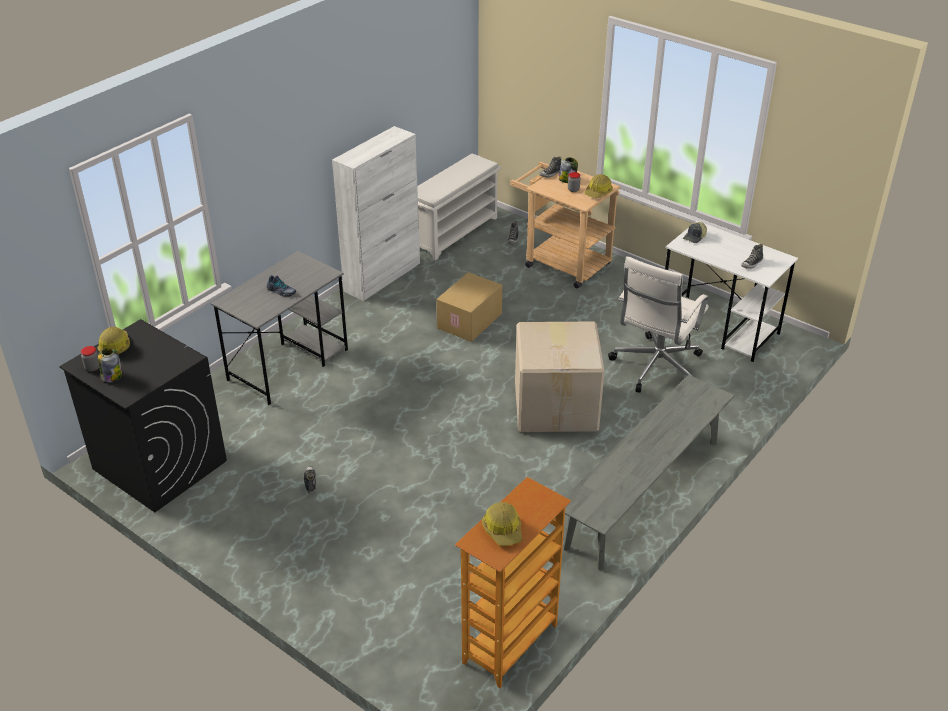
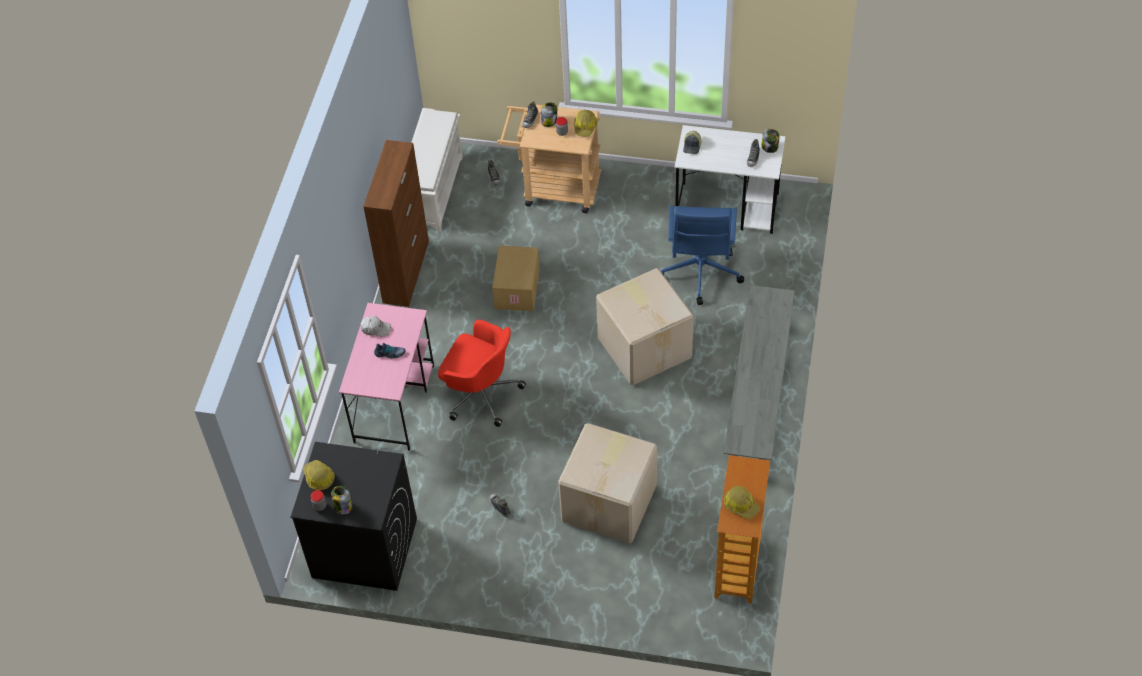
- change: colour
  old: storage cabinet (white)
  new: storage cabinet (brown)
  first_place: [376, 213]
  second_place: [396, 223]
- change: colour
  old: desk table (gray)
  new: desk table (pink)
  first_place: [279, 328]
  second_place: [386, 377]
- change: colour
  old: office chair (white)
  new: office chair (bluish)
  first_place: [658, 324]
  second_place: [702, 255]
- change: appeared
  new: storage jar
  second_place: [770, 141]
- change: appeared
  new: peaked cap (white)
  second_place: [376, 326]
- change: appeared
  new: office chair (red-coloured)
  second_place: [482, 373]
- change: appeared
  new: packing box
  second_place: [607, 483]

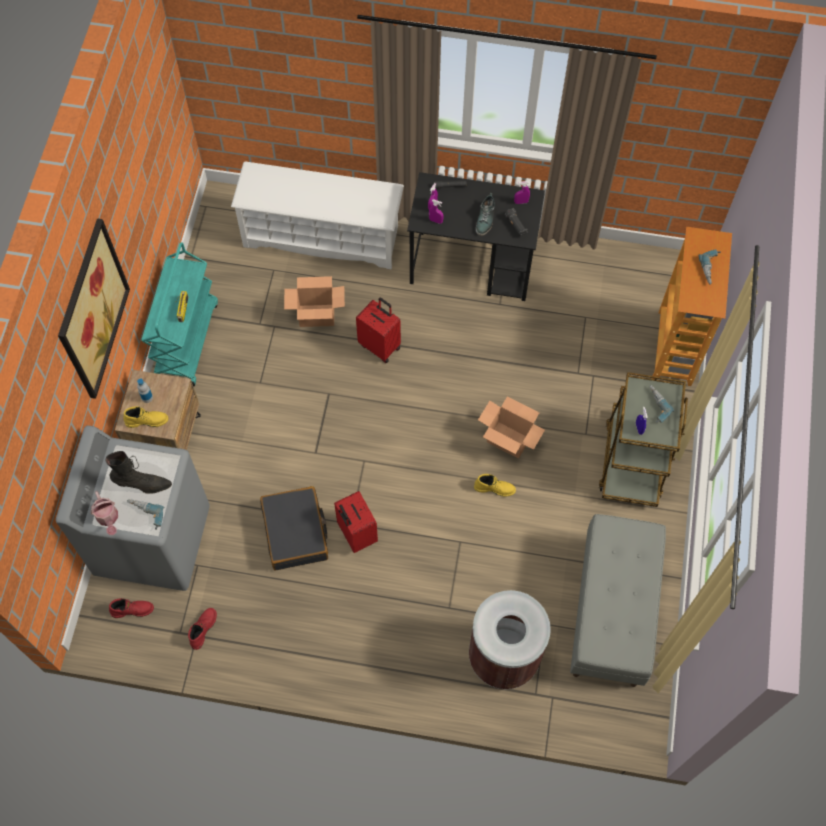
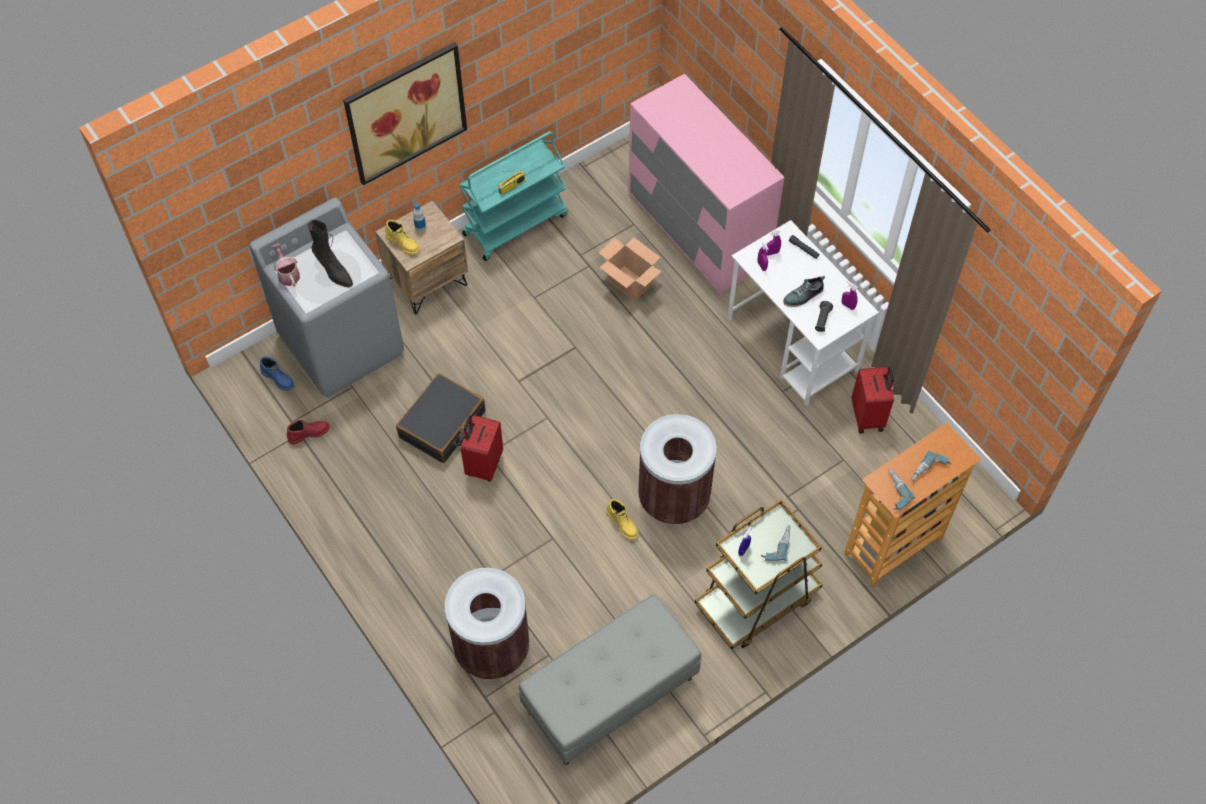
- change: exchanged
  old: shoe stand (white)
  new: chest of drawers (pink)
  first_place: [317, 215]
  second_place: [706, 184]
- change: colour
  old: desk table (black-coloured)
  new: desk table (white)
  first_place: [476, 236]
  second_place: [803, 313]
- change: relocated
  old: suitcase (red-coloured)
  first_place: [378, 330]
  second_place: [873, 400]
- change: exchanged
  old: packing box
  new: trash can (brown)
  first_place: [511, 427]
  second_place: [677, 469]
- change: spun
  old: watering pot
  first_place: [104, 513]
  second_place: [286, 264]
  degrees: 135
- change: relocated
  old: electric drill
  first_place: [146, 514]
  second_place: [901, 489]
- change: colour
  old: tall boot (red-coloured)
  new: tall boot (bluish)
  first_place: [131, 608]
  second_place: [277, 374]

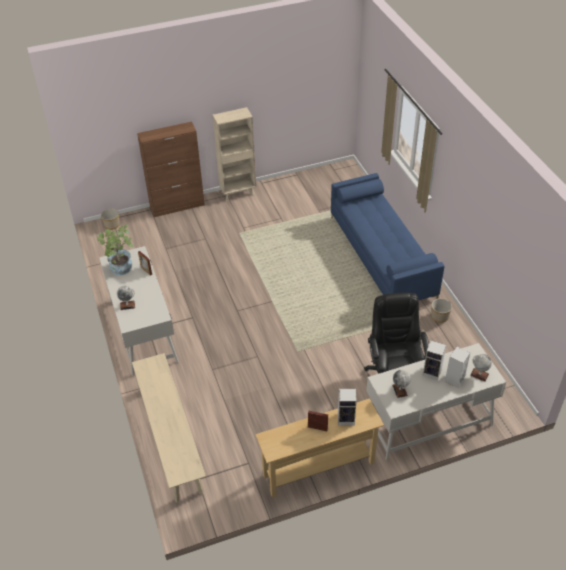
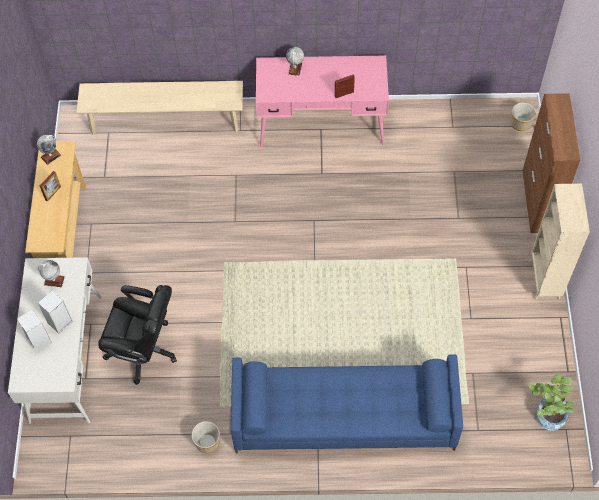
- change: relocated
  old: plant in a pot
  first_place: [115, 249]
  second_place: [551, 402]
- change: colour
  old: desk table (white)
  new: desk table (pink)
  first_place: [139, 311]
  second_place: [322, 101]
- change: relocated
  old: desk globe
  first_place: [481, 368]
  second_place: [49, 150]
- change: missing
  old: audio speaker
  first_place: [347, 407]

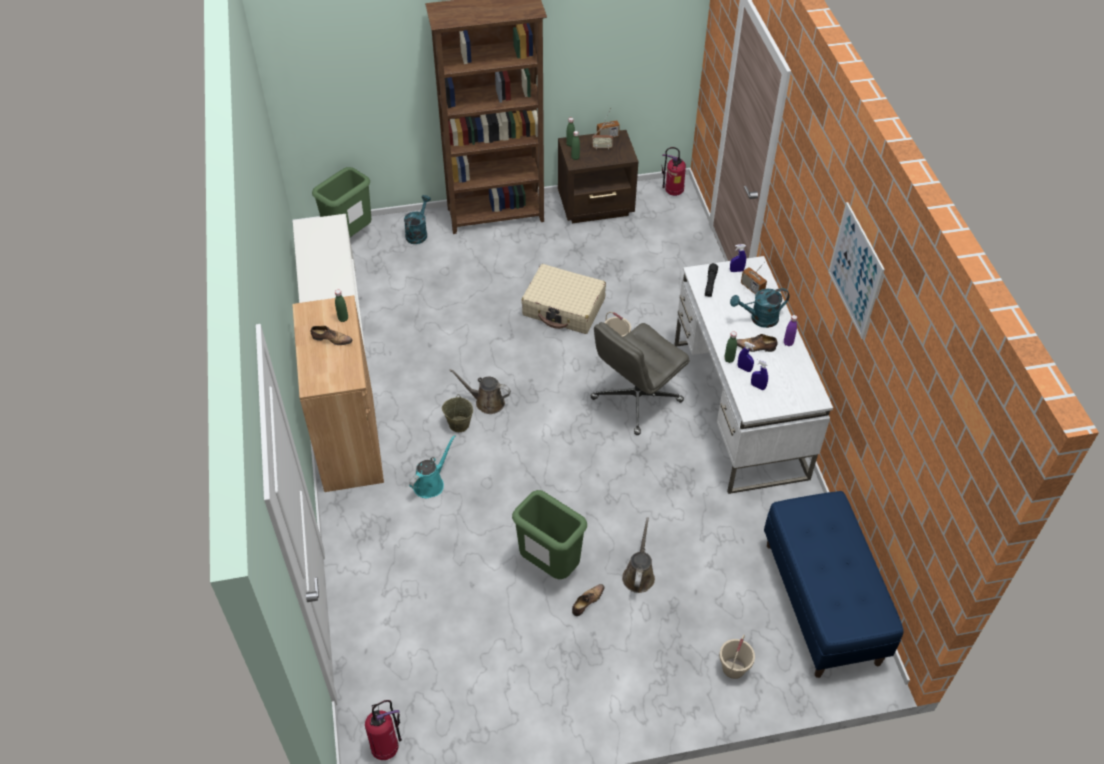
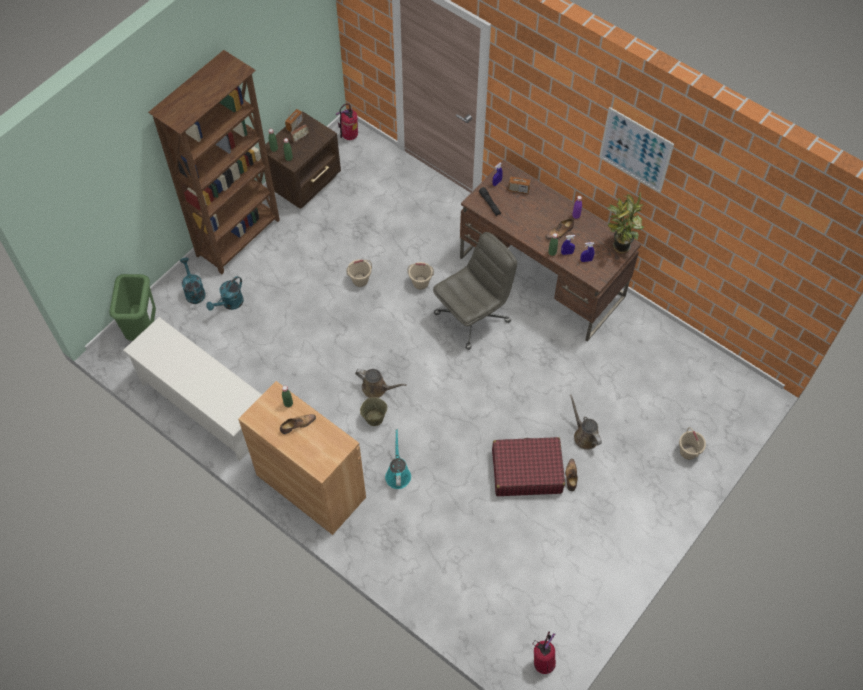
- change: colour
  old: desk table (white)
  new: desk table (brown)
  first_place: [754, 375]
  second_place: [550, 250]
- change: exchanged
  old: suitcase (sand-coloured)
  new: pail (sand-coloured)
  first_place: [563, 299]
  second_place: [359, 273]
- change: relocated
  old: watering pot (turquoise-coloured)
  first_place: [759, 308]
  second_place: [225, 293]
- change: spun
  old: office chair (gray)
  first_place: [640, 378]
  second_place: [475, 291]
  degrees: -135
- change: spun
  old: watering pot (brown)
  first_place: [480, 391]
  second_place: [381, 383]
  degrees: -135
- change: exchanged
  old: trash can (green-coloured)
  new: suitcase (red-coloured)
  first_place: [549, 534]
  second_place: [528, 466]
- change: missing
  old: indoor bench (bluish)
  first_place: [834, 584]
- change: appeared
  new: plant in a pot
  second_place: [625, 223]

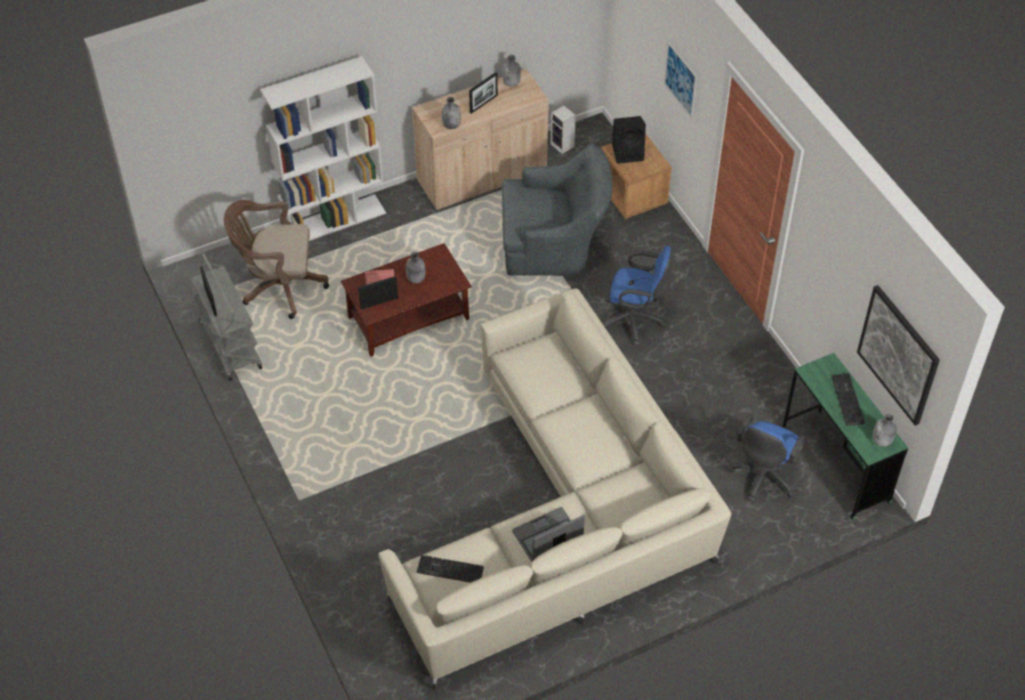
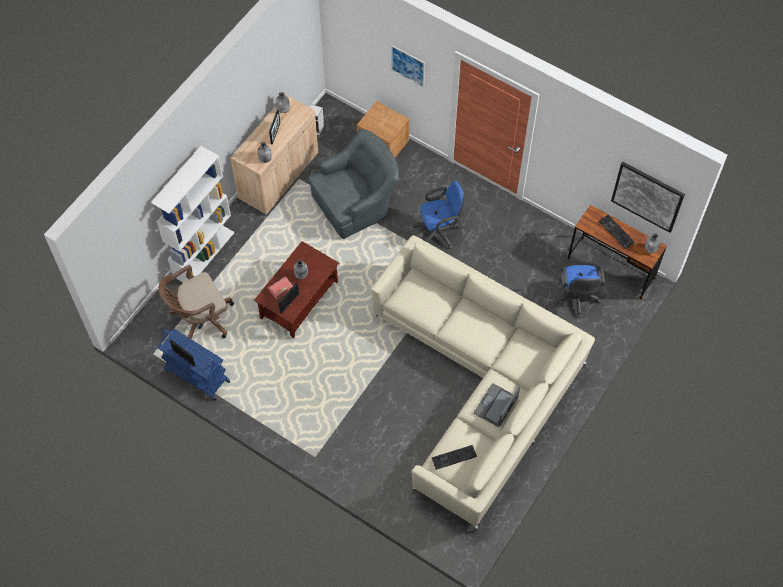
- change: missing
  old: audio speaker (black-coloured)
  first_place: [629, 140]
- change: colour
  old: trolley (gray)
  new: trolley (bluish)
  first_place: [226, 317]
  second_place: [194, 365]
- change: colour
  old: desk table (green-coloured)
  new: desk table (brown)
  first_place: [845, 436]
  second_place: [617, 252]

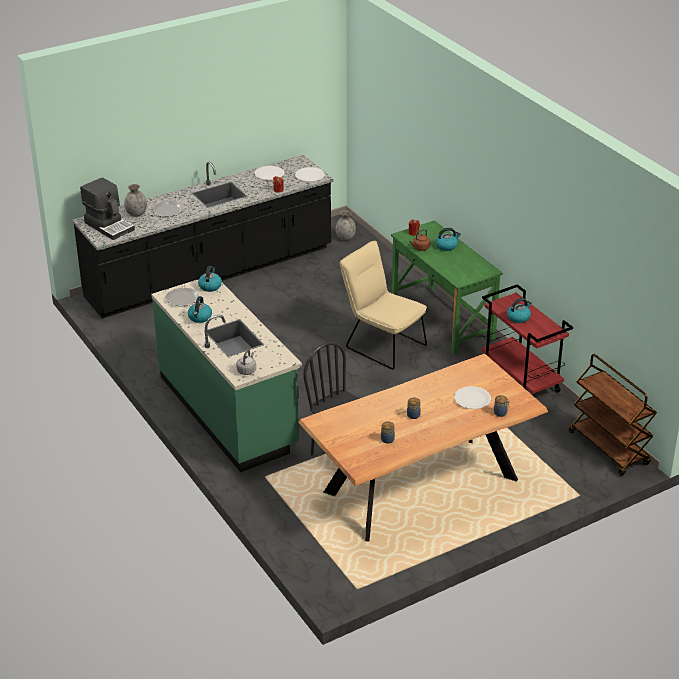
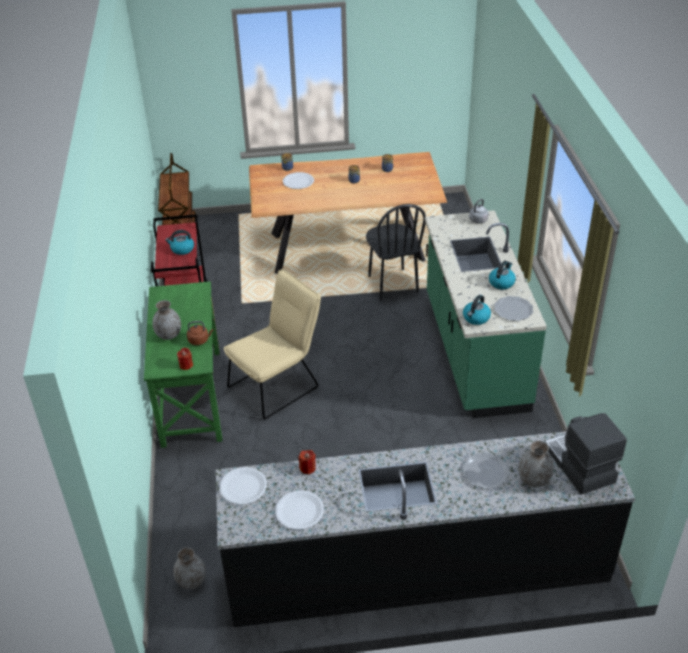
- change: exchanged
  old: water kettle
  new: flower vase (gray)
  first_place: [448, 239]
  second_place: [166, 320]
- change: spun
  old: upright chair (sand-coloured)
  first_place: [383, 305]
  second_place: [272, 344]
  degrees: -105

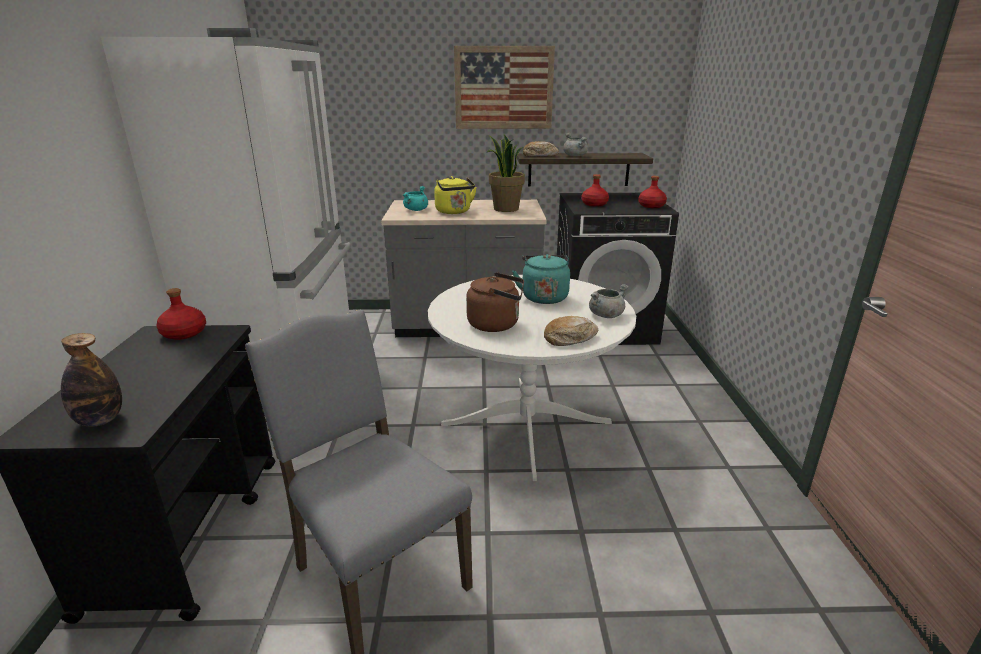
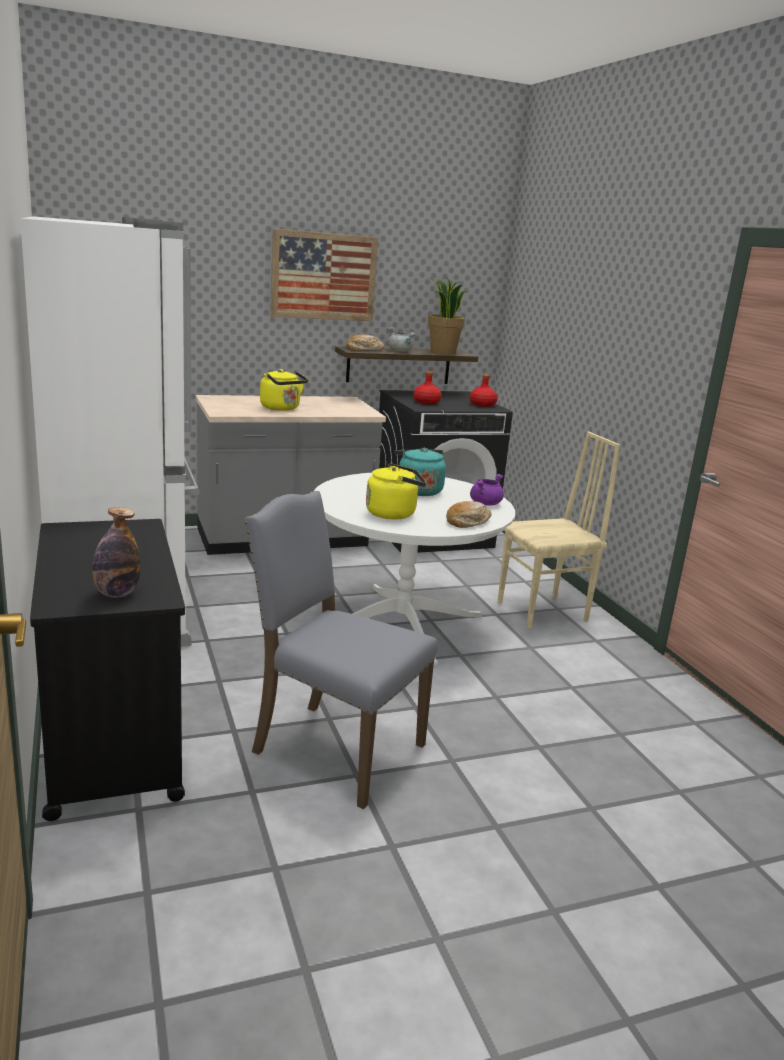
- change: relocated
  old: plant in a pot
  first_place: [505, 173]
  second_place: [447, 315]
- change: missing
  old: stockpot (turquoise-coloured)
  first_place: [415, 198]
- change: colour
  old: water kettle (brown)
  new: water kettle (yellowish)
  first_place: [495, 302]
  second_place: [396, 491]
- change: colour
  old: stockpot (gray)
  new: stockpot (purplish)
  first_place: [609, 301]
  second_place: [487, 490]
- change: missing
  old: beverage bottle (red-coloured)
  first_place: [181, 314]
- change: appeared
  new: upright chair (sand-coloured)
  second_place: [559, 530]

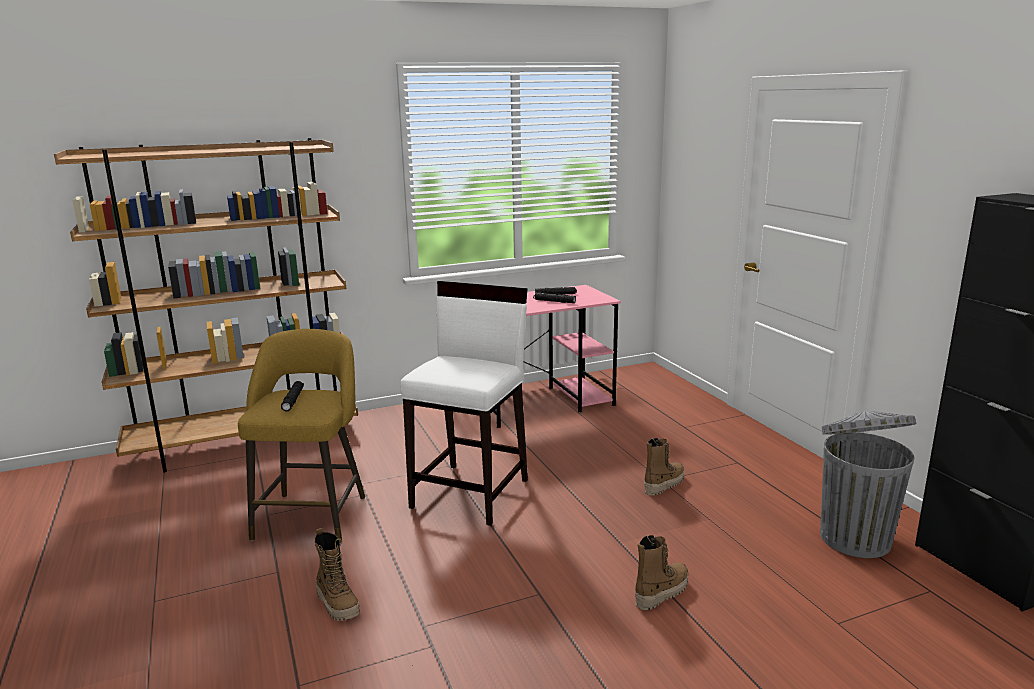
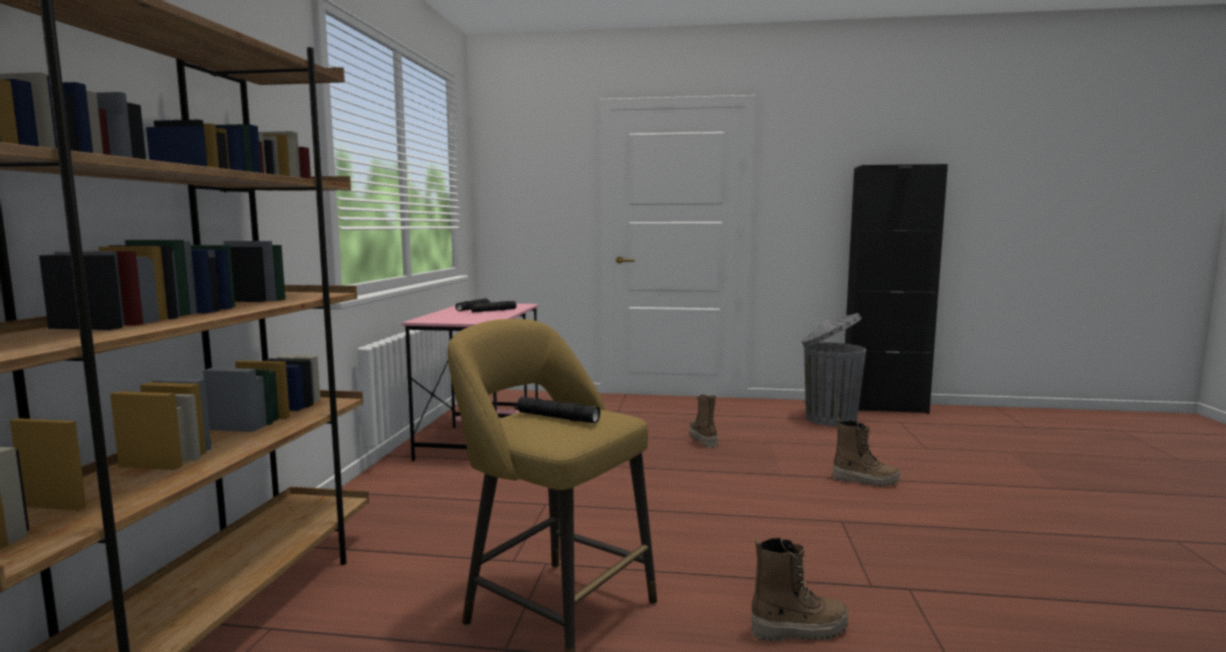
- change: missing
  old: sitting stool (white)
  first_place: [464, 403]
- change: spun
  old: tall boot
  first_place: [661, 572]
  second_place: [866, 452]
  degrees: 120

